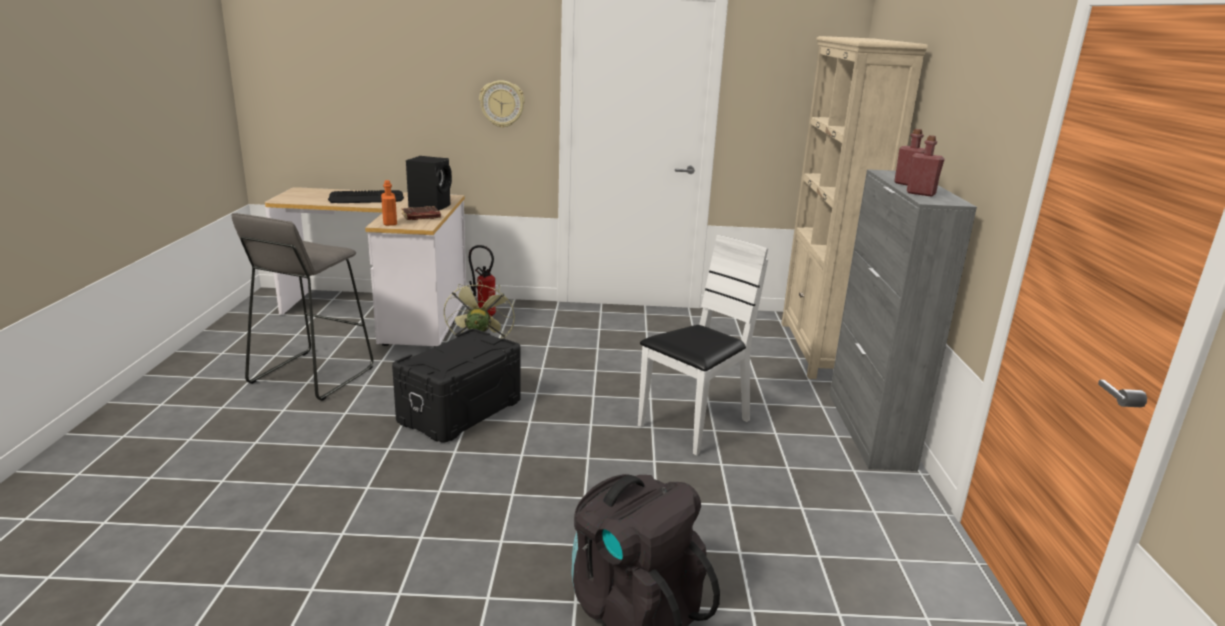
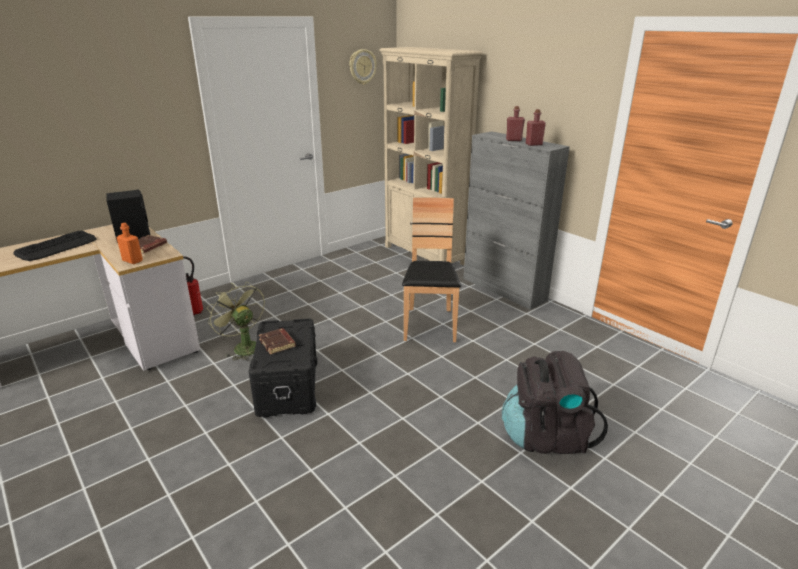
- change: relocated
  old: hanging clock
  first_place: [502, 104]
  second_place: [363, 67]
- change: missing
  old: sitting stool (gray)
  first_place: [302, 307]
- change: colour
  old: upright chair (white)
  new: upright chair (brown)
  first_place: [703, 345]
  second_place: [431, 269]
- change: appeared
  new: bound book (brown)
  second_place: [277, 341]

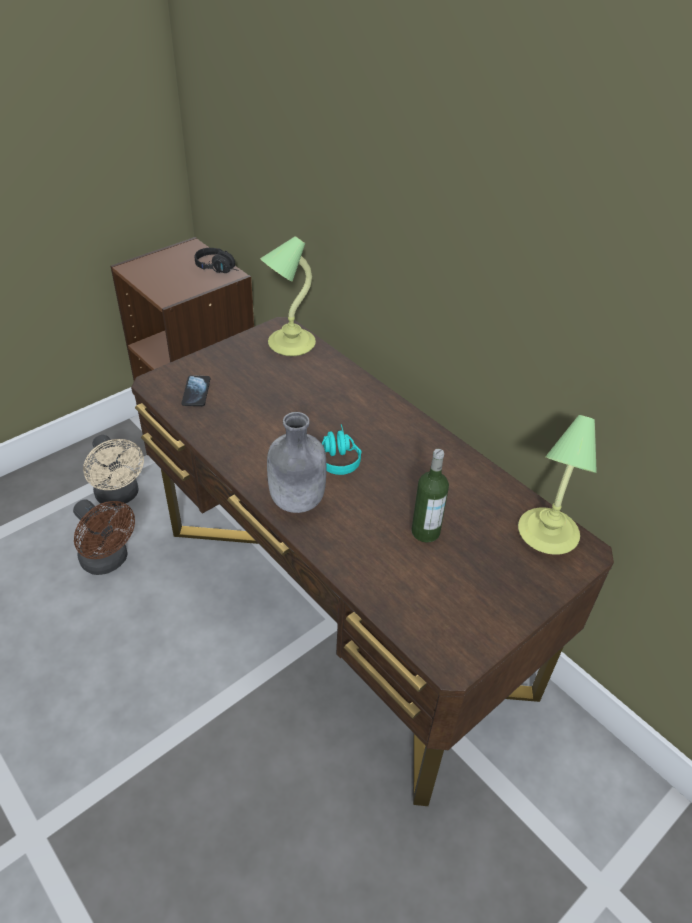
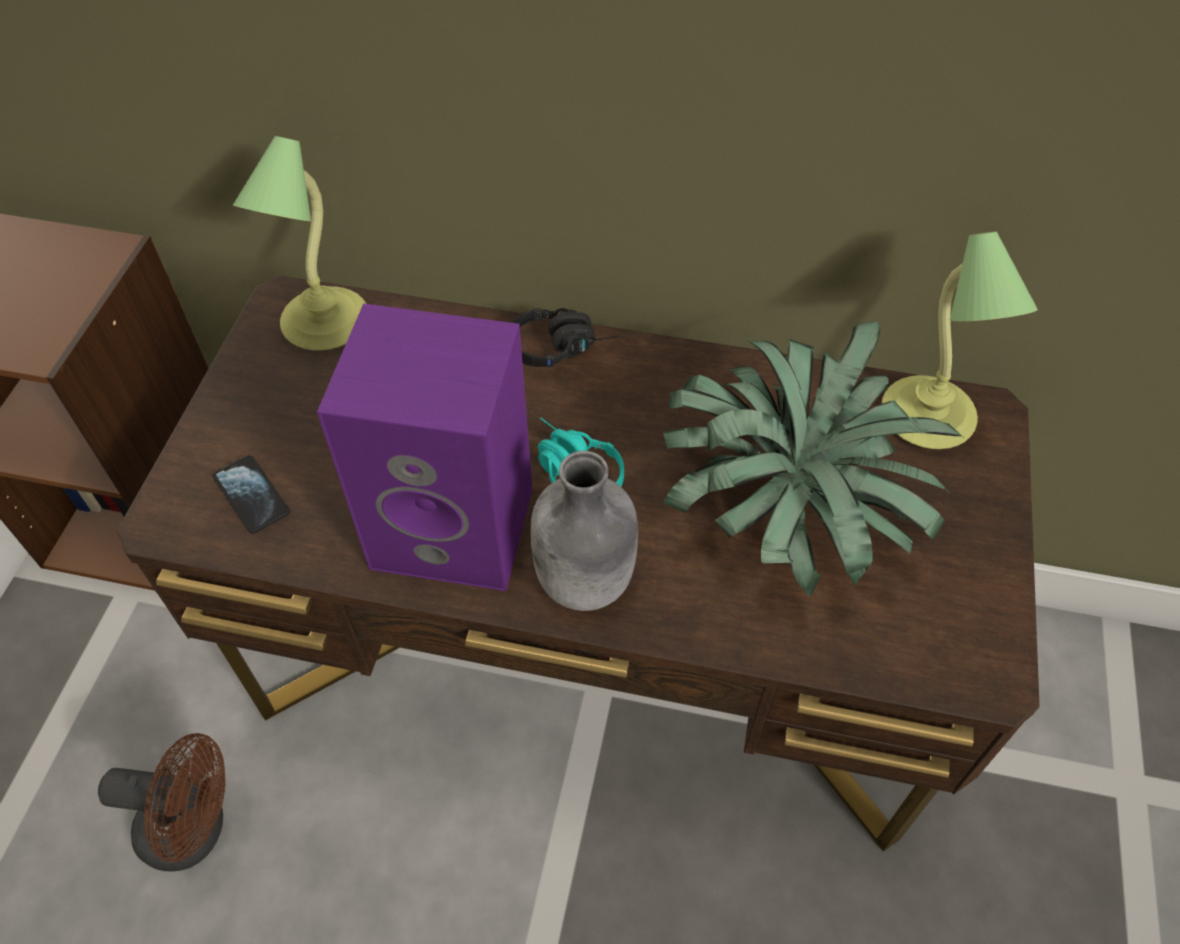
- change: relocated
  old: headphones (black-coloured)
  first_place: [217, 260]
  second_place: [564, 337]
- change: missing
  old: cooling fan (sand-coloured)
  first_place: [113, 470]
- change: exchanged
  old: beverage bottle
  new: plant in a pot
  first_place: [430, 495]
  second_place: [812, 459]
- change: appeared
  new: audio speaker (purplish)
  second_place: [425, 447]

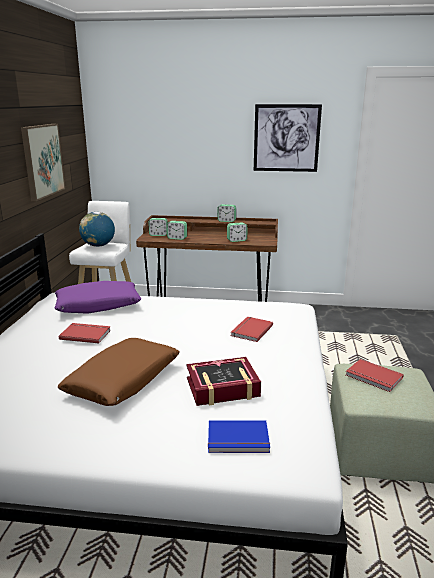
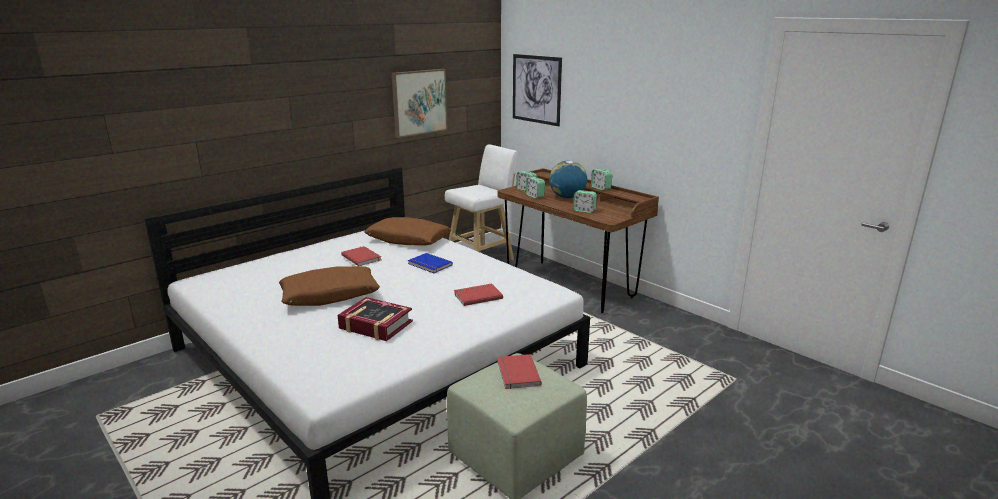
- change: relocated
  old: picture
  first_place: [288, 138]
  second_place: [537, 90]
- change: relocated
  old: desk globe
  first_place: [97, 229]
  second_place: [568, 179]
- change: colour
  old: throw pillow (purplish)
  new: throw pillow (brown)
  first_place: [98, 297]
  second_place: [408, 231]
- change: relocated
  old: bound book (bluish)
  first_place: [239, 437]
  second_place: [430, 263]

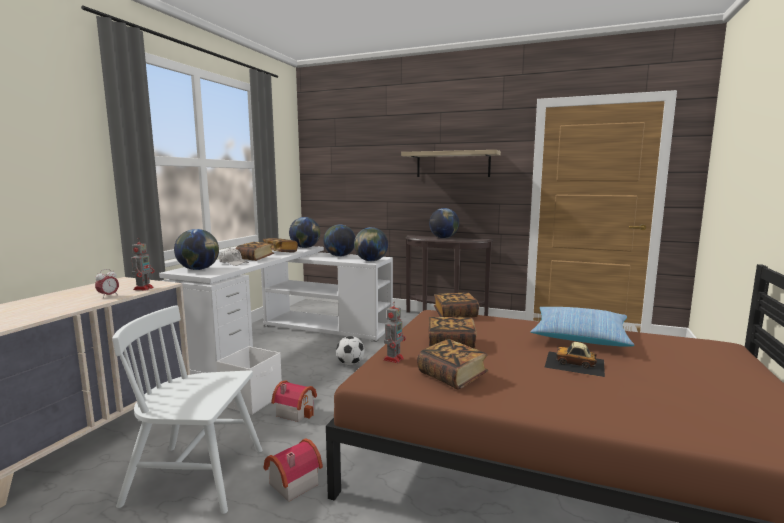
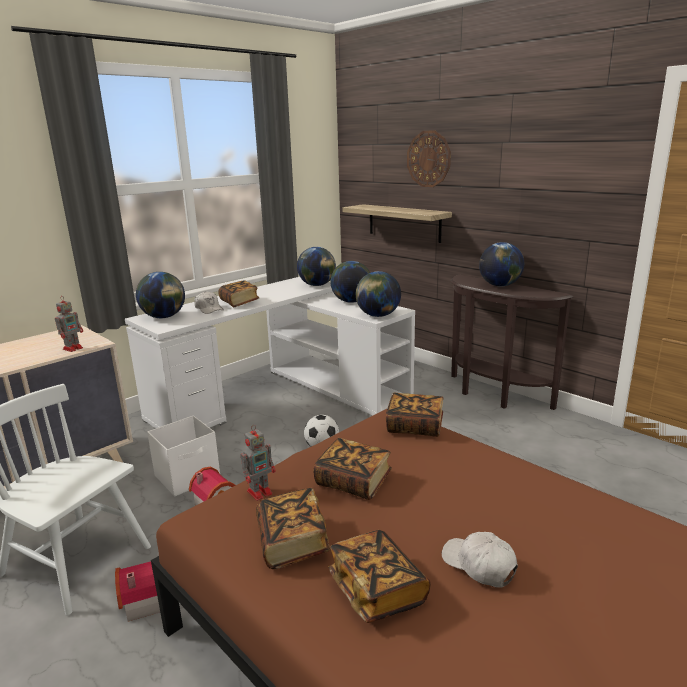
- change: relocated
  old: shelf
  first_place: [451, 163]
  second_place: [397, 223]
- change: relocated
  old: bound book
  first_place: [280, 245]
  second_place: [379, 576]
- change: missing
  old: table clock
  first_place: [107, 283]
- change: missing
  old: throw pillow
  first_place: [582, 327]
- change: exchanged
  old: model car
  new: peaked cap (white)
  first_place: [575, 359]
  second_place: [480, 560]
- change: appeared
  new: hanging clock
  second_place: [429, 158]

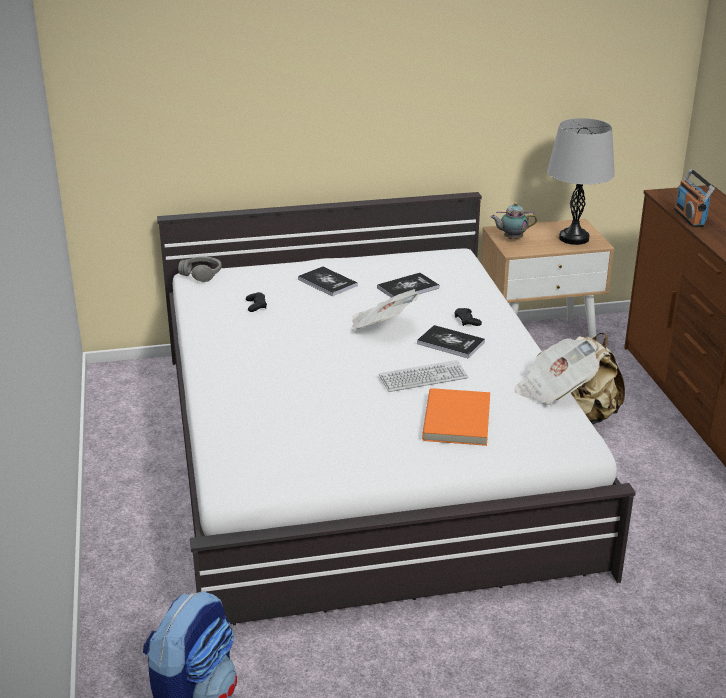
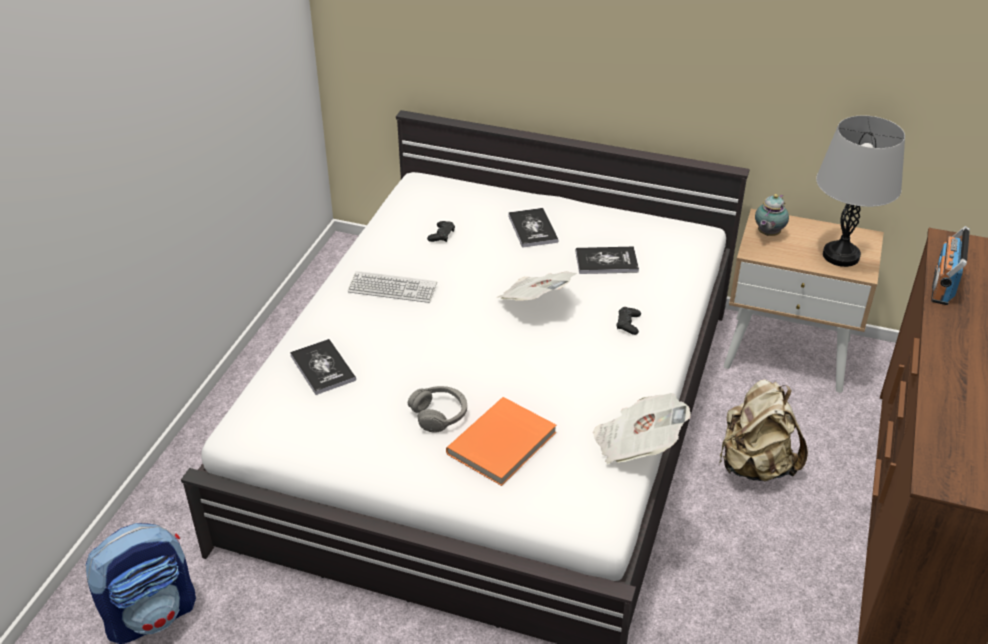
- change: spun
  old: tea pot
  first_place: [514, 220]
  second_place: [772, 215]
  degrees: -90
- change: relocated
  old: headphones (gray)
  first_place: [200, 269]
  second_place: [437, 409]
- change: relocated
  old: bound book
  first_place: [451, 342]
  second_place: [323, 367]
- change: relocated
  old: computer keyboard
  first_place: [423, 376]
  second_place: [392, 287]

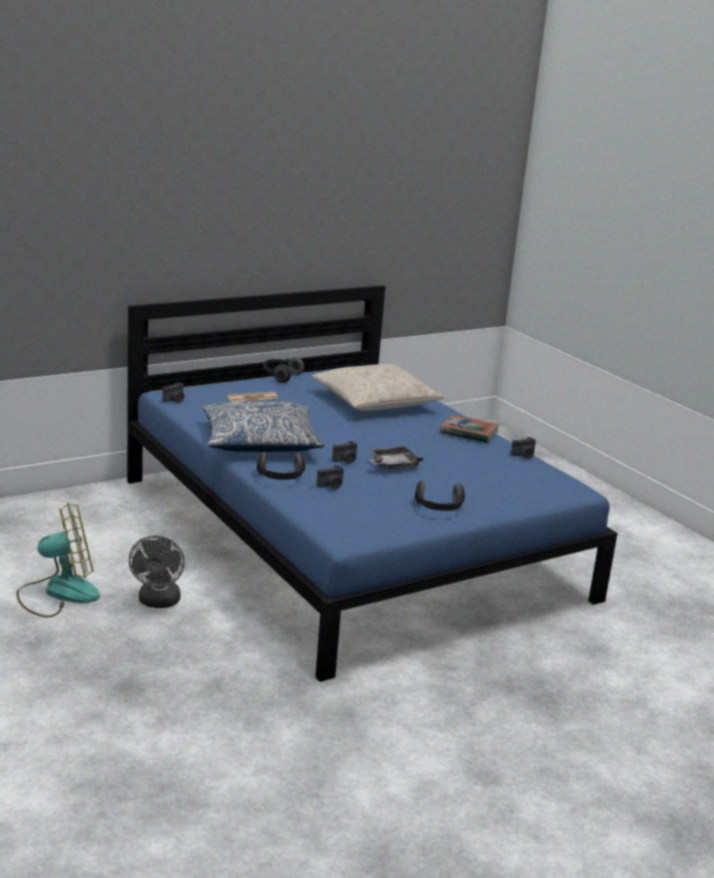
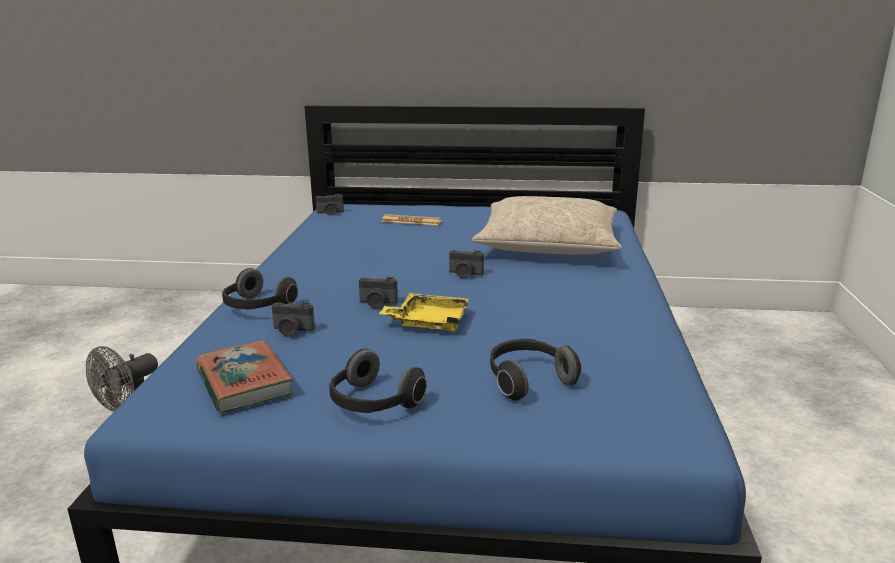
- change: relocated
  old: headphones
  first_place: [283, 369]
  second_place: [535, 370]
- change: missing
  old: throw pillow
  first_place: [264, 426]
- change: relocated
  old: bound book
  first_place: [469, 429]
  second_place: [244, 377]
- change: relocated
  old: still camera
  first_place: [523, 448]
  second_place: [466, 264]
- change: colour
  old: tray (gray)
  new: tray (yellowish)
  first_place: [396, 457]
  second_place: [424, 312]
- change: missing
  old: cooling fan
  first_place: [58, 560]

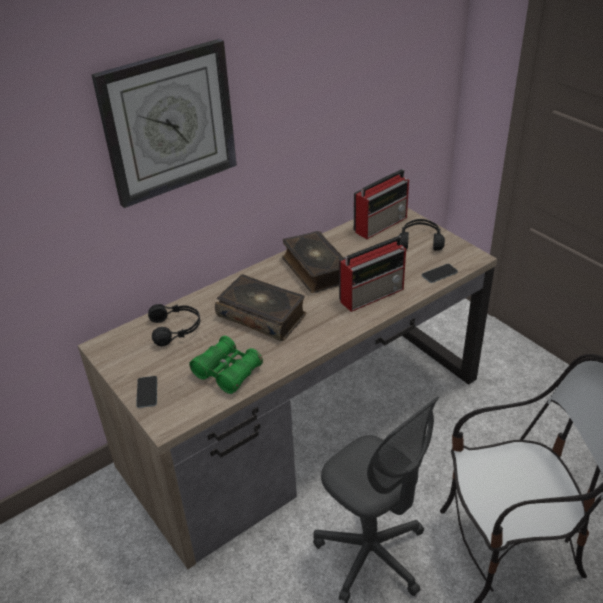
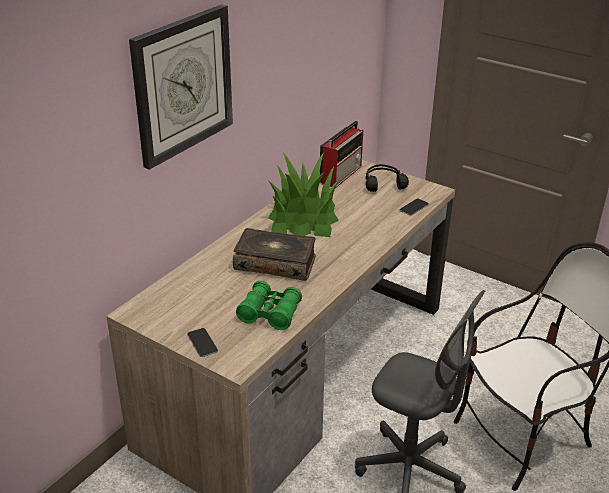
- change: exchanged
  old: bound book
  new: plant in a pot
  first_place: [313, 262]
  second_place: [303, 194]
- change: missing
  old: radio receiver
  first_place: [372, 274]
- change: missing
  old: headphones (black-coloured)
  first_place: [174, 325]

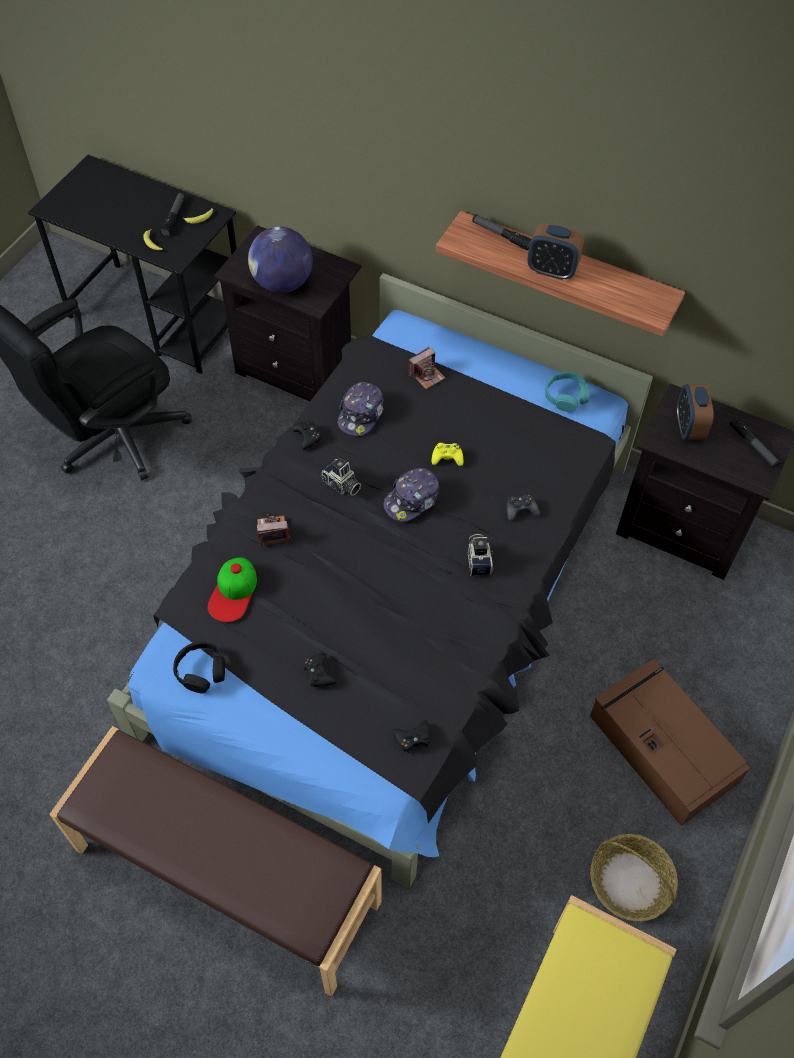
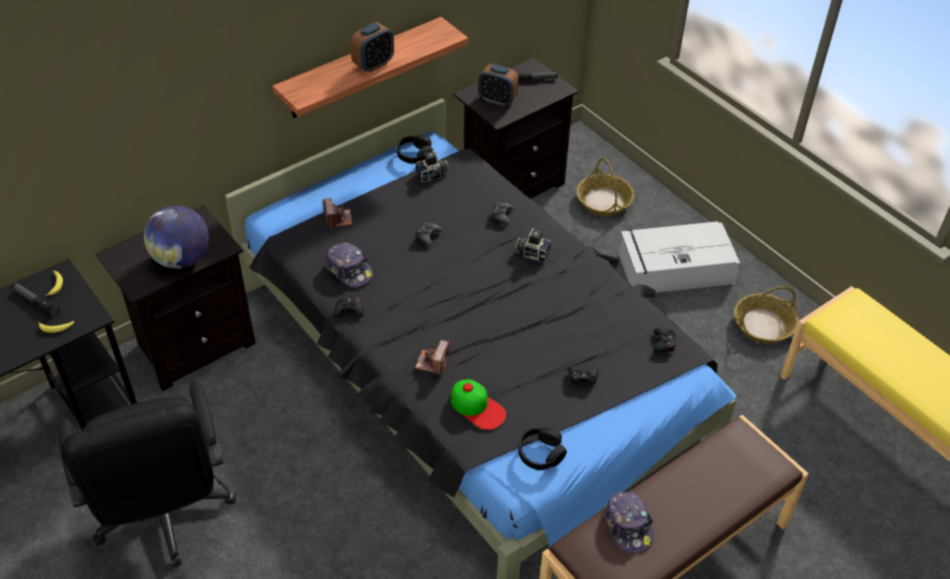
- change: missing
  old: torch
  first_place: [501, 232]
- change: colour
  old: headphones (turquoise-coloured)
  new: headphones (black-coloured)
  first_place: [567, 392]
  second_place: [415, 149]
- change: colour
  old: game controller (yellowish)
  new: game controller (black-coloured)
  first_place: [447, 454]
  second_place: [428, 234]
- change: relocated
  old: still camera
  first_place: [340, 477]
  second_place: [432, 166]
- change: relocated
  old: peaked cap
  first_place: [411, 495]
  second_place: [629, 522]
- change: colour
  old: storage container (brown)
  new: storage container (gray)
  first_place: [670, 742]
  second_place: [679, 257]
- change: appeared
  new: basket
  second_place: [605, 187]

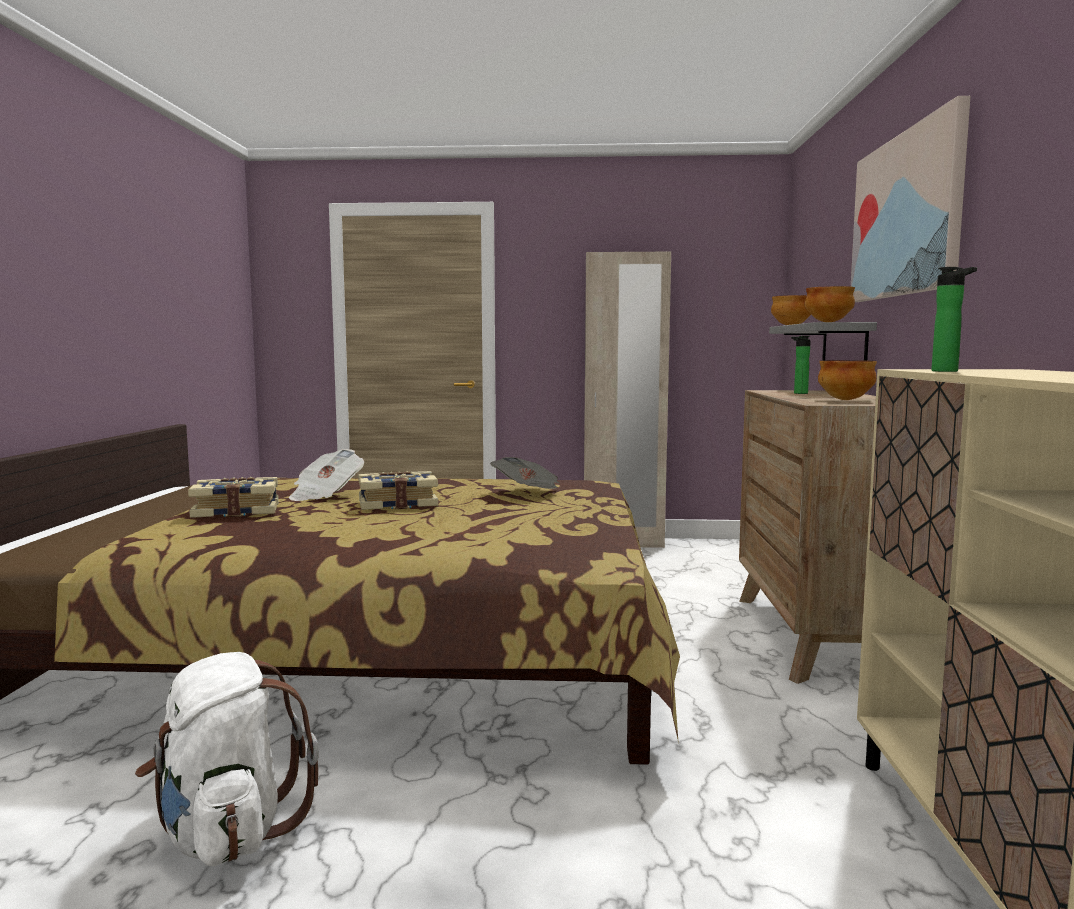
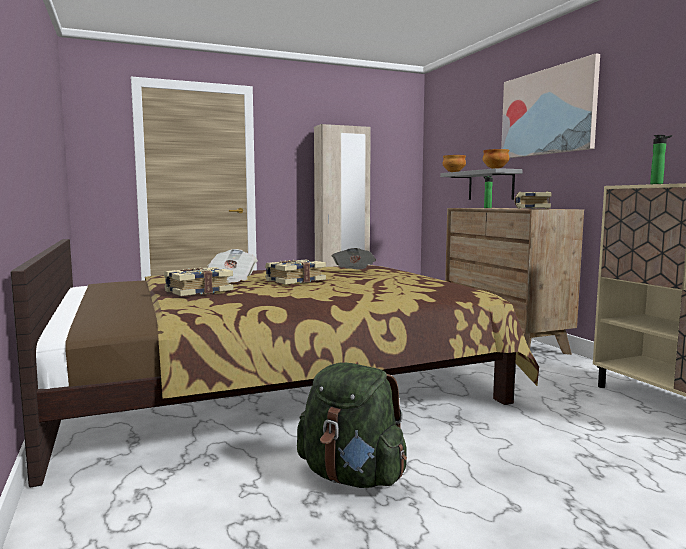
- change: exchanged
  old: serving bowl
  new: bound book
  first_place: [847, 380]
  second_place: [533, 200]
- change: colour
  old: knapsack (white)
  new: knapsack (green-coloured)
  first_place: [227, 759]
  second_place: [352, 425]

